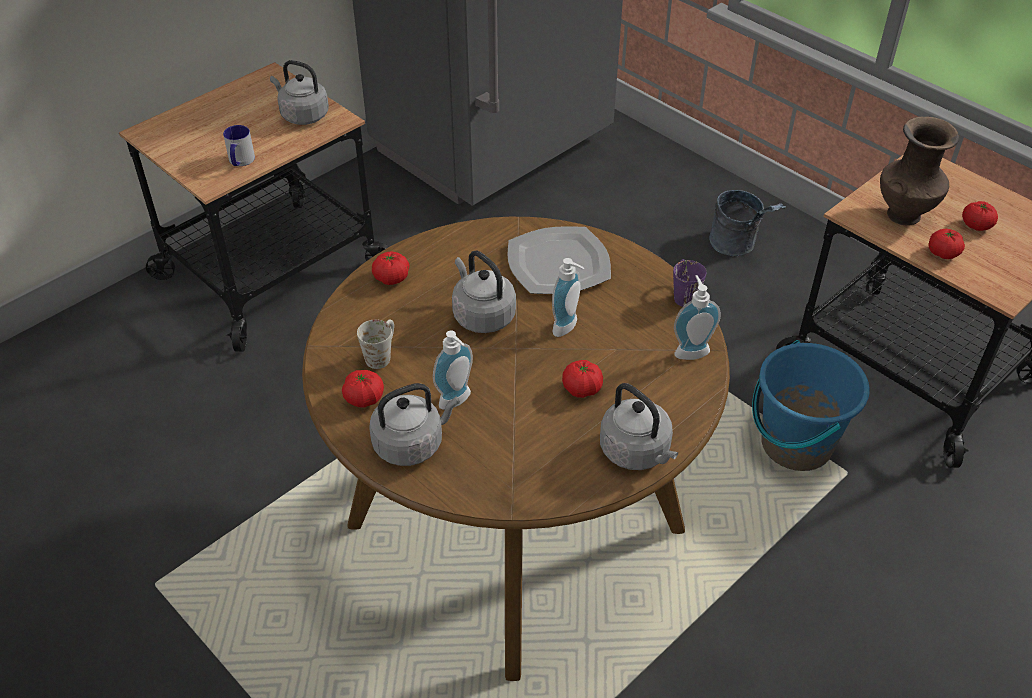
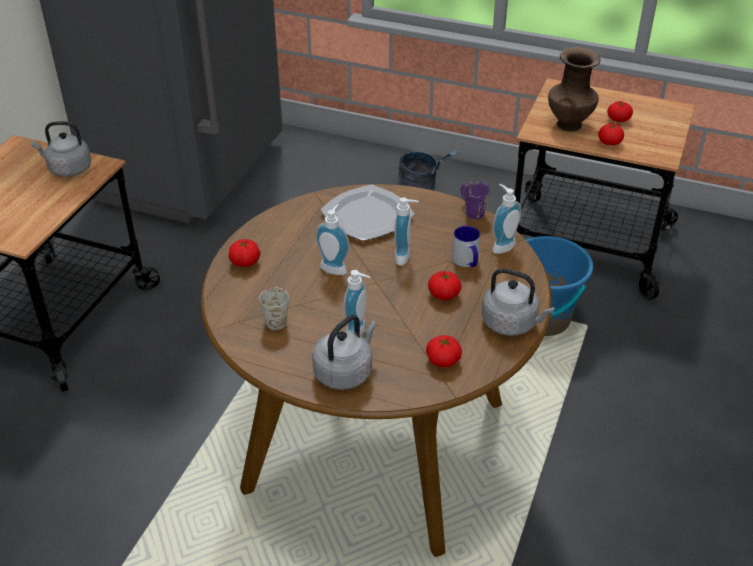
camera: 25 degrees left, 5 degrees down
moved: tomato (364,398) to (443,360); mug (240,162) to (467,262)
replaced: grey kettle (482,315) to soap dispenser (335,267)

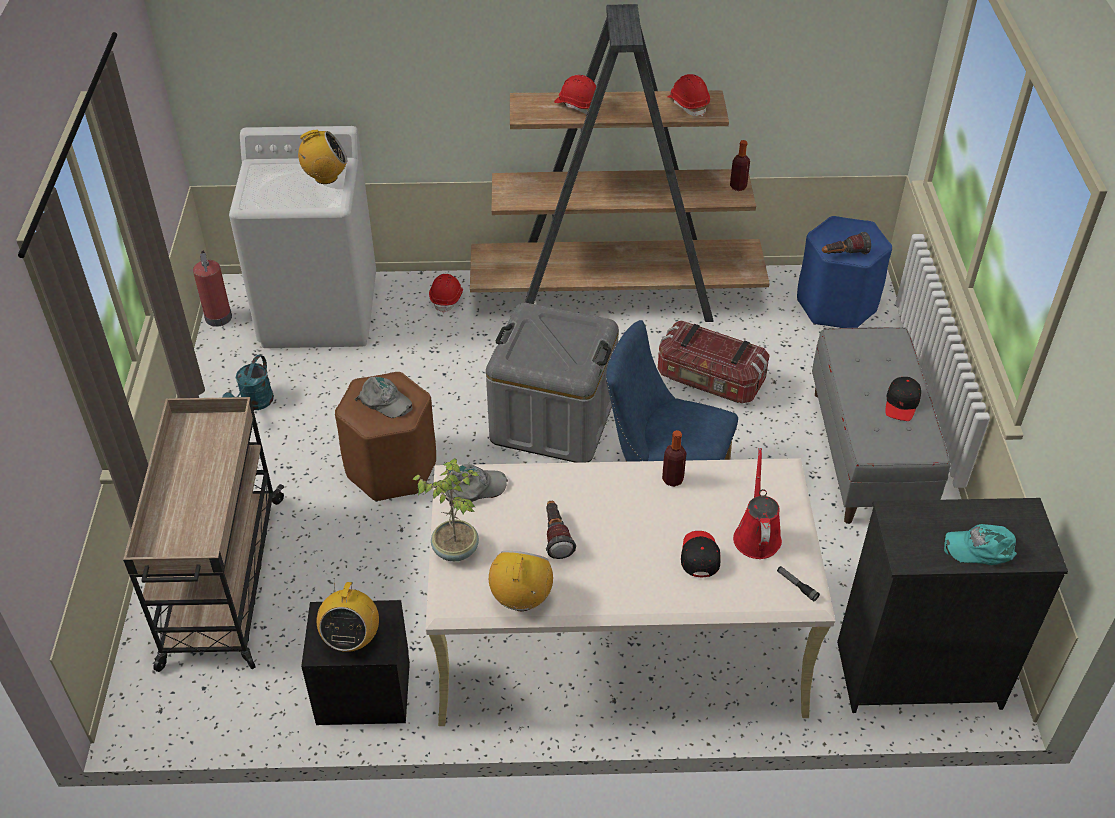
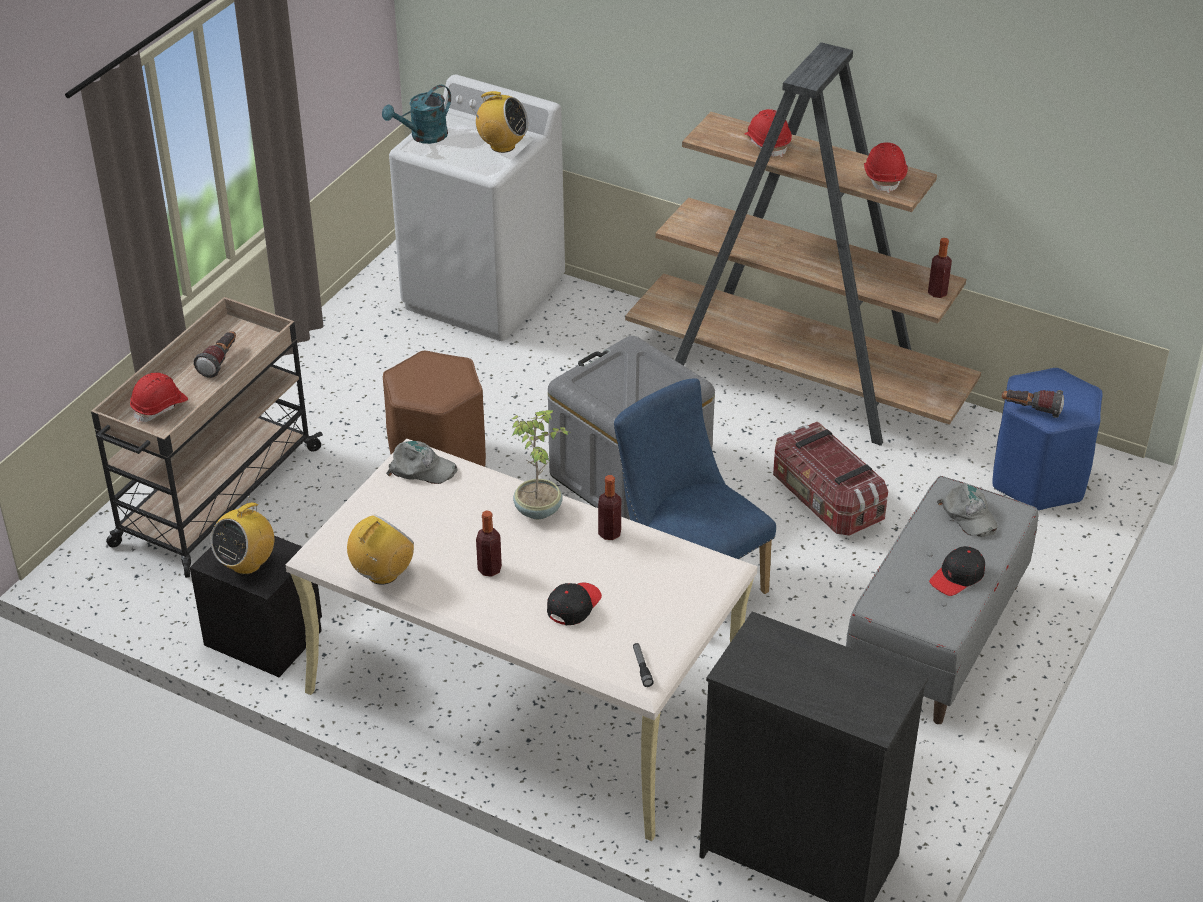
camera: 30 degrees right, 5 degrees down
removed: fire extinguisher (218,316); red watering can (756,535); turquoise cap (980,547)
added: bottle (489,569)
moved: red hard hat (447,298) to (160,407); flashlight (556,536) to (220,362); turquoise watering can (254,403) to (423,137); potted plant (455,549) to (539,509); grey cap (385,401) to (968,515)

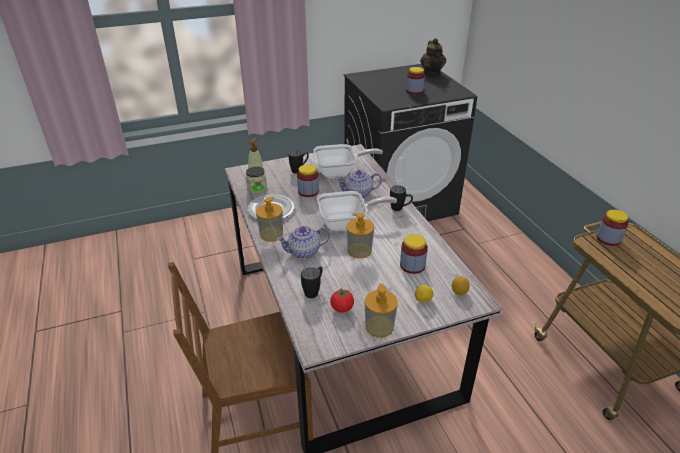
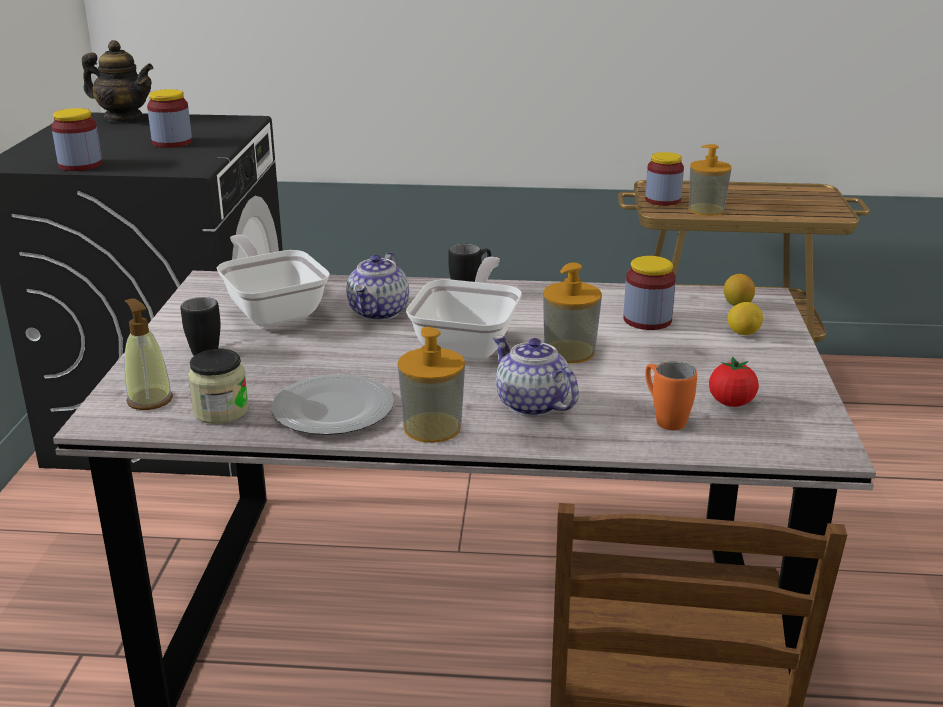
camera: 65 degrees left, 10 degrees down
moved: jar (308,191) to (80,165); soap dispenser (379,327) to (706,209)
recoloured: black mug (314,291) to orange mug (664,419)
turned: frying pan (340,171) = (273,310) 45 degrees counterclockwise; teapot (304,252) = (531,404) 135 degrees clockwise

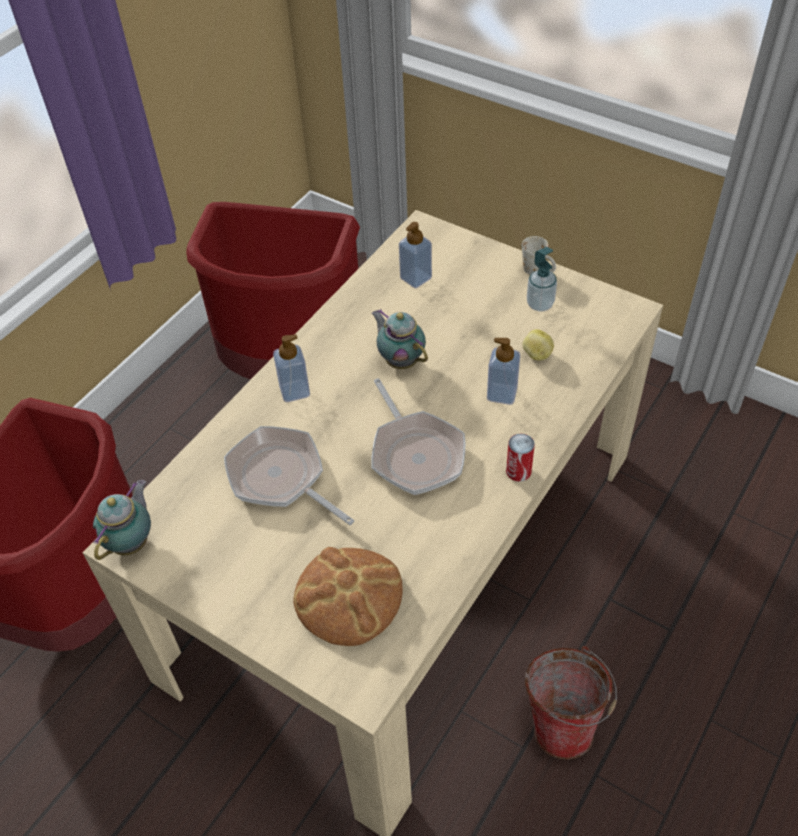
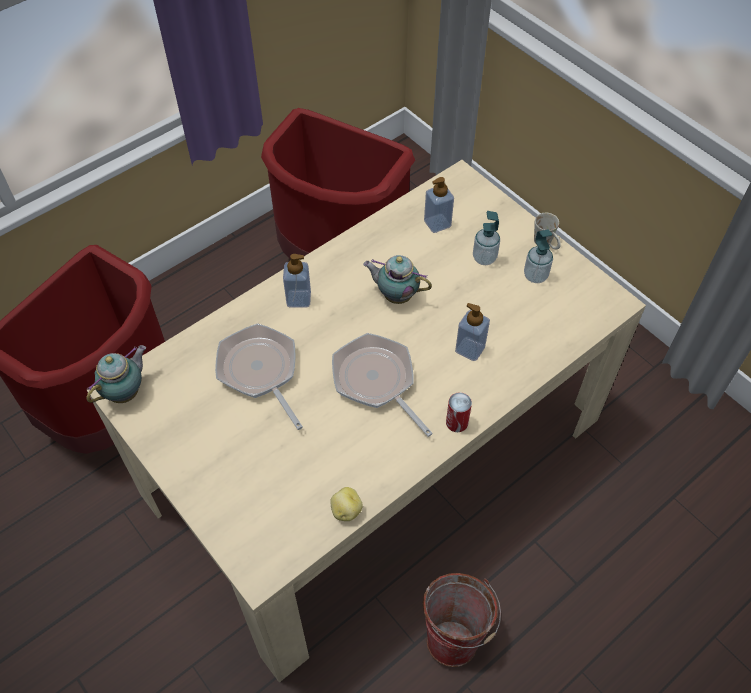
camera: 15 degrees right, 5 degrees up
removed: bread (348,597)
added: soap dispenser (484,258)
moved: potato (536,354) to (346,510)
turned: frying pan (415,453) = (377,381) 150 degrees clockwise; teapot (400,360) = (396,295) 45 degrees counterclockwise

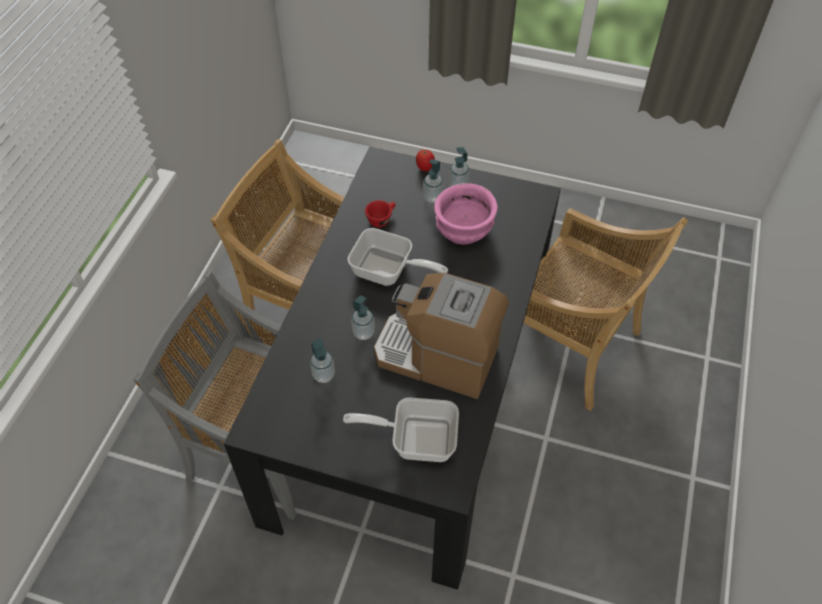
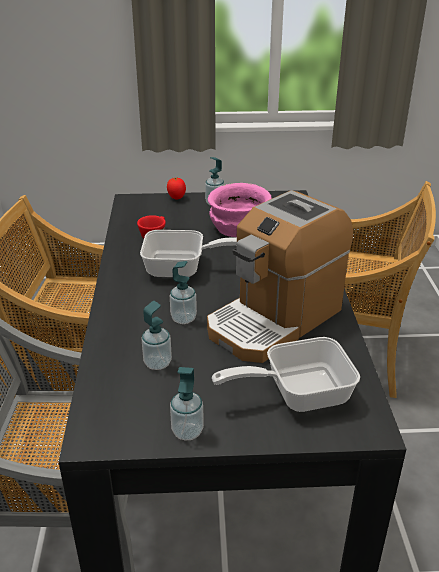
camera: 20 degrees left, 20 degrees down
moved: soap dispenser (432,197) to (187,431)
turned: coffee machine (437,356) = (274,319) 45 degrees counterclockwise

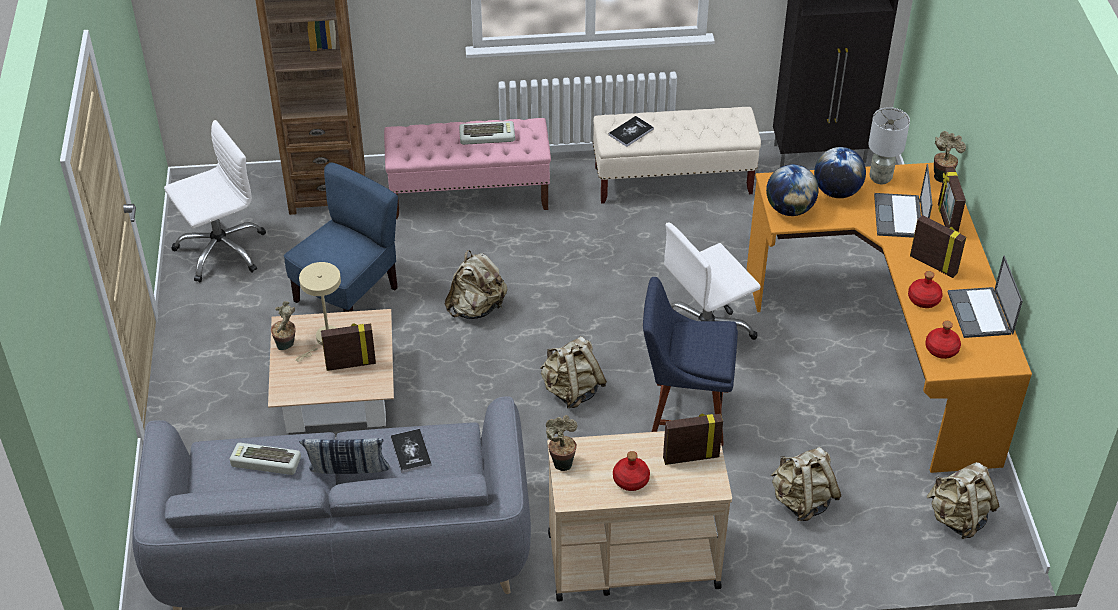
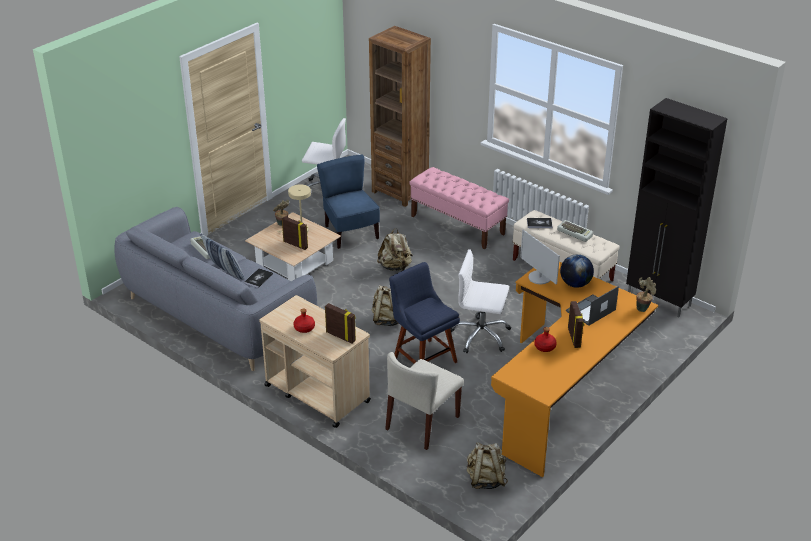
camera: 45 degrees right, 10 degrees down
removed: potted plant (561,462); grey table lamp (880,178); red bottle (941,349); picture frame (946,221); laptop (980,314)
moved: keyboard (487,136) to (575,233)
replaced: beige backpack (802,501) to beige chair (422,423); globe (789,209) to monitor (539,278)
turned: blue chair (348,296) = (350,233) 105 degrees counterclockwise

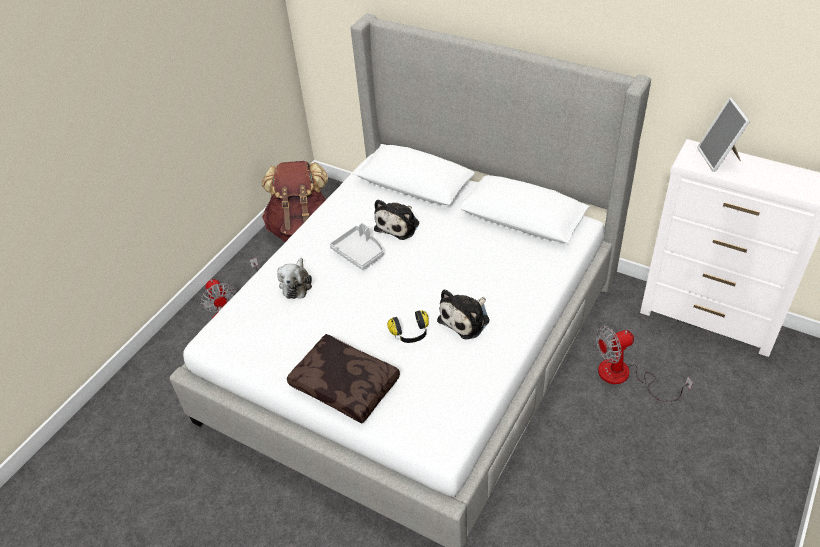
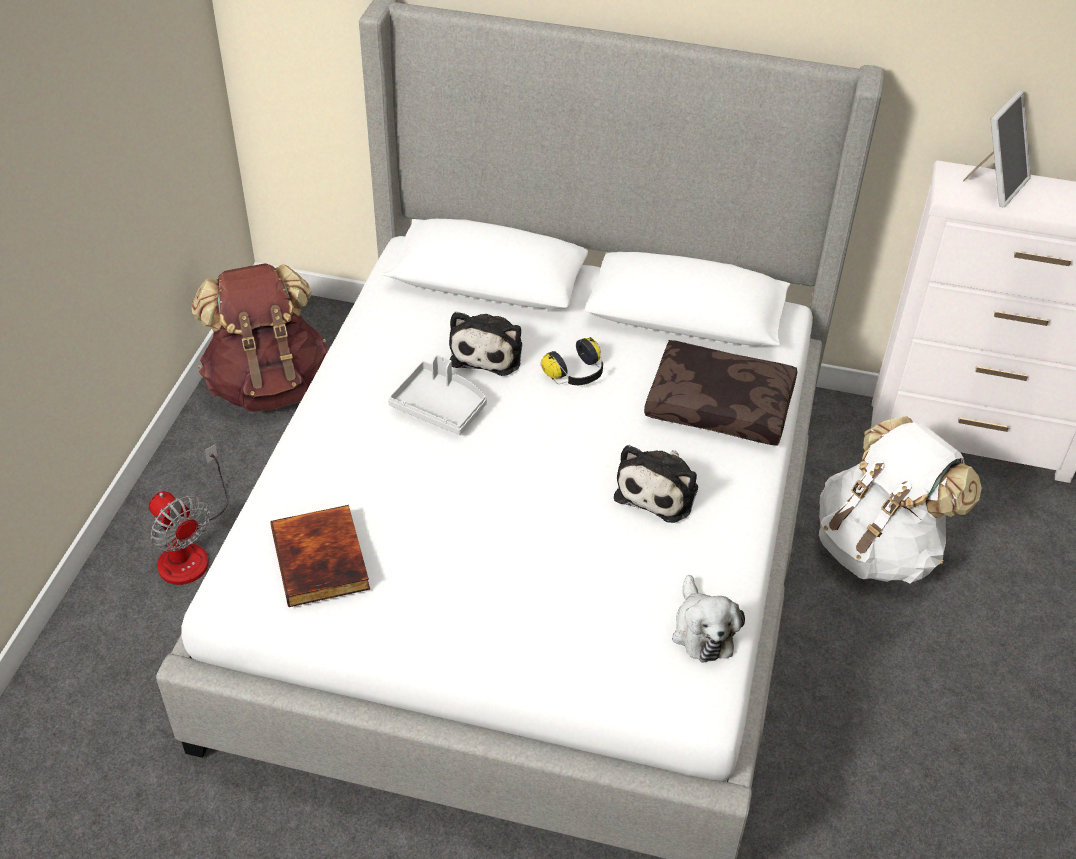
camera: 20 degrees left, 0 degrees up
added: book (323,560)
moved: headphones (411,333) to (576,374); brown pillow (346,384) to (721,404); plush toy (296,284) to (702,630)
replaced: fan (625,376) to white backpack (878,547)
turned: picture frame (719,158) = (995,185) 120 degrees counterclockwise

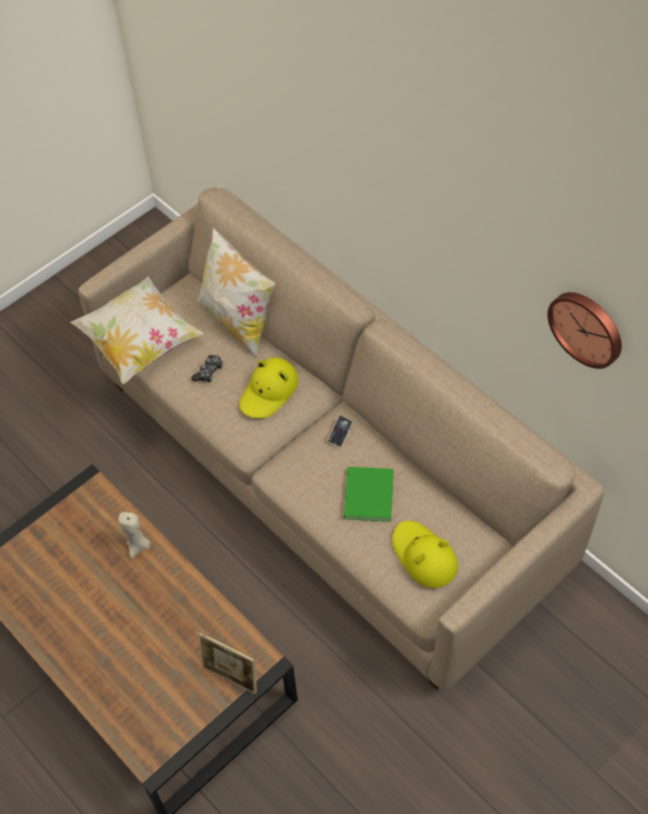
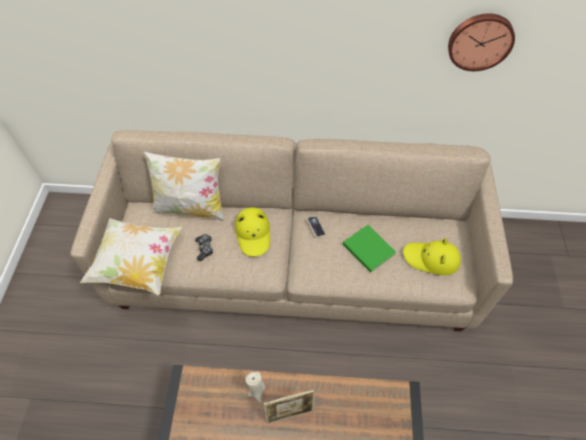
camera: 45 degrees left, 0 degrees up
moved: picture frame (231,677) to (290,414)

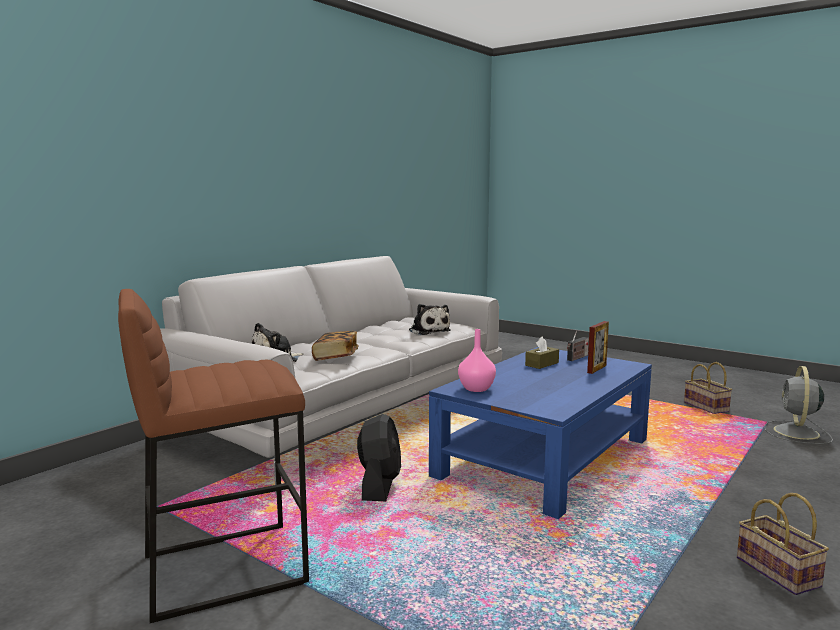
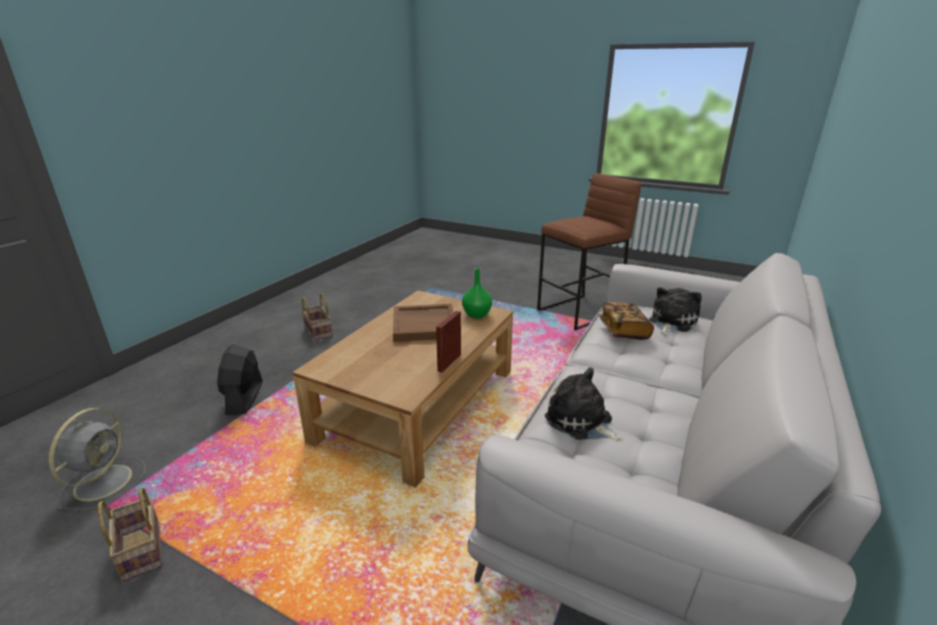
camera: 170 degrees right, 15 degrees up
removed: brown tissue box (542,364); radio (577,358)
added: brown tray (425,325)
moved: black fan (379,485) to (244,398); picture frame (596,369) to (449,362)
recoloured: blue coffee table (545,457) to brown coffee table (418,404); pink vase (477,389) to green vase (476,315)

